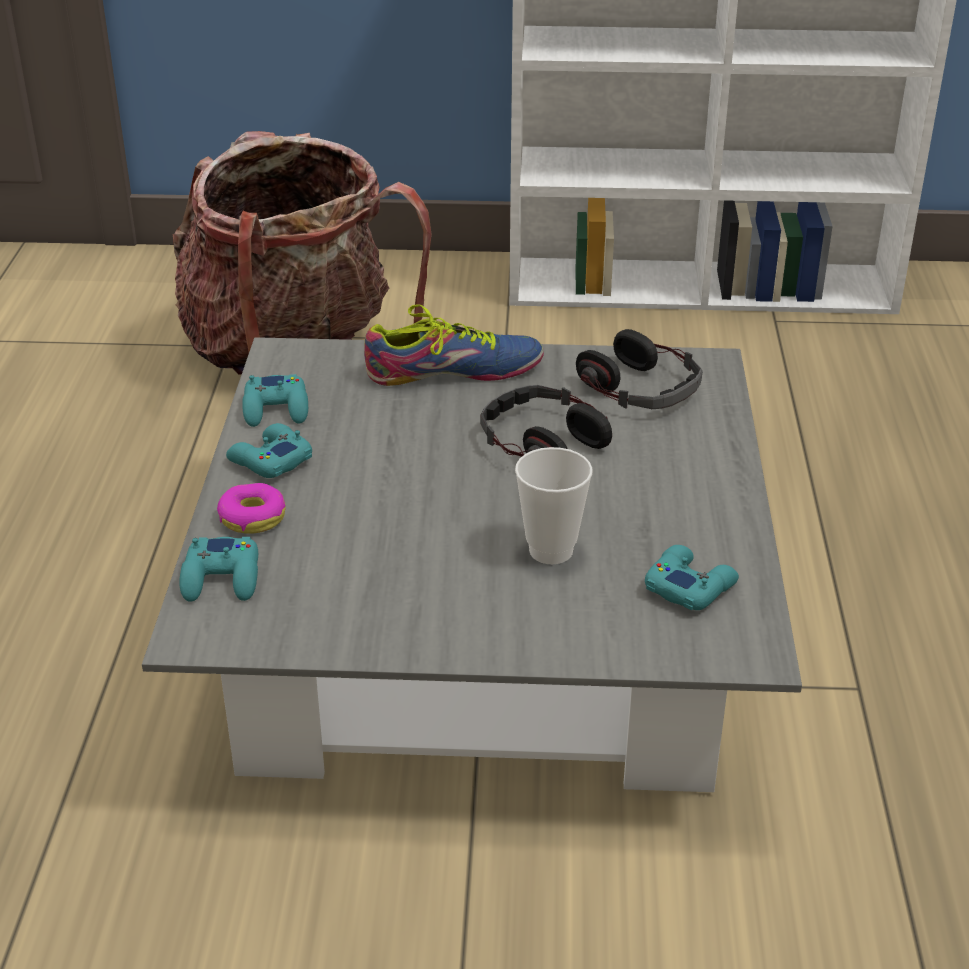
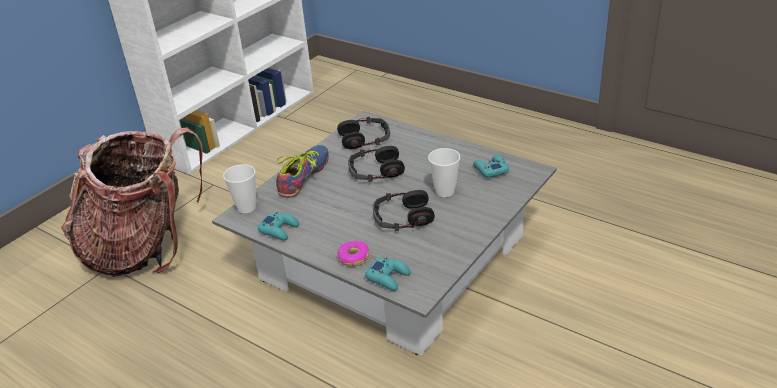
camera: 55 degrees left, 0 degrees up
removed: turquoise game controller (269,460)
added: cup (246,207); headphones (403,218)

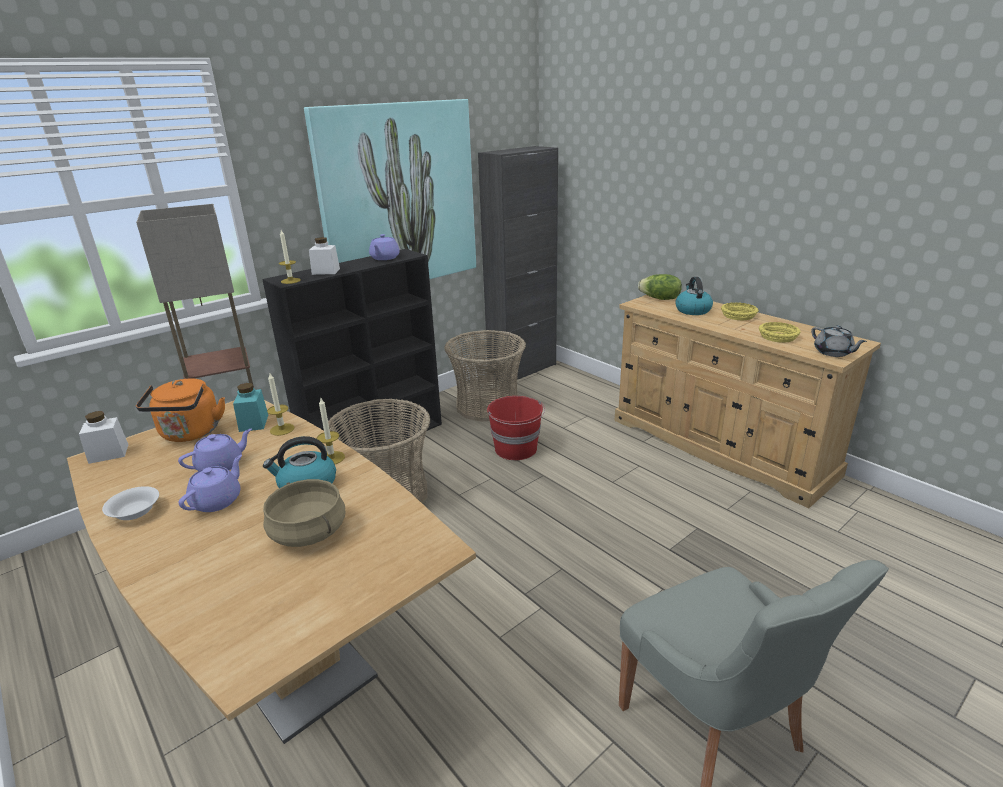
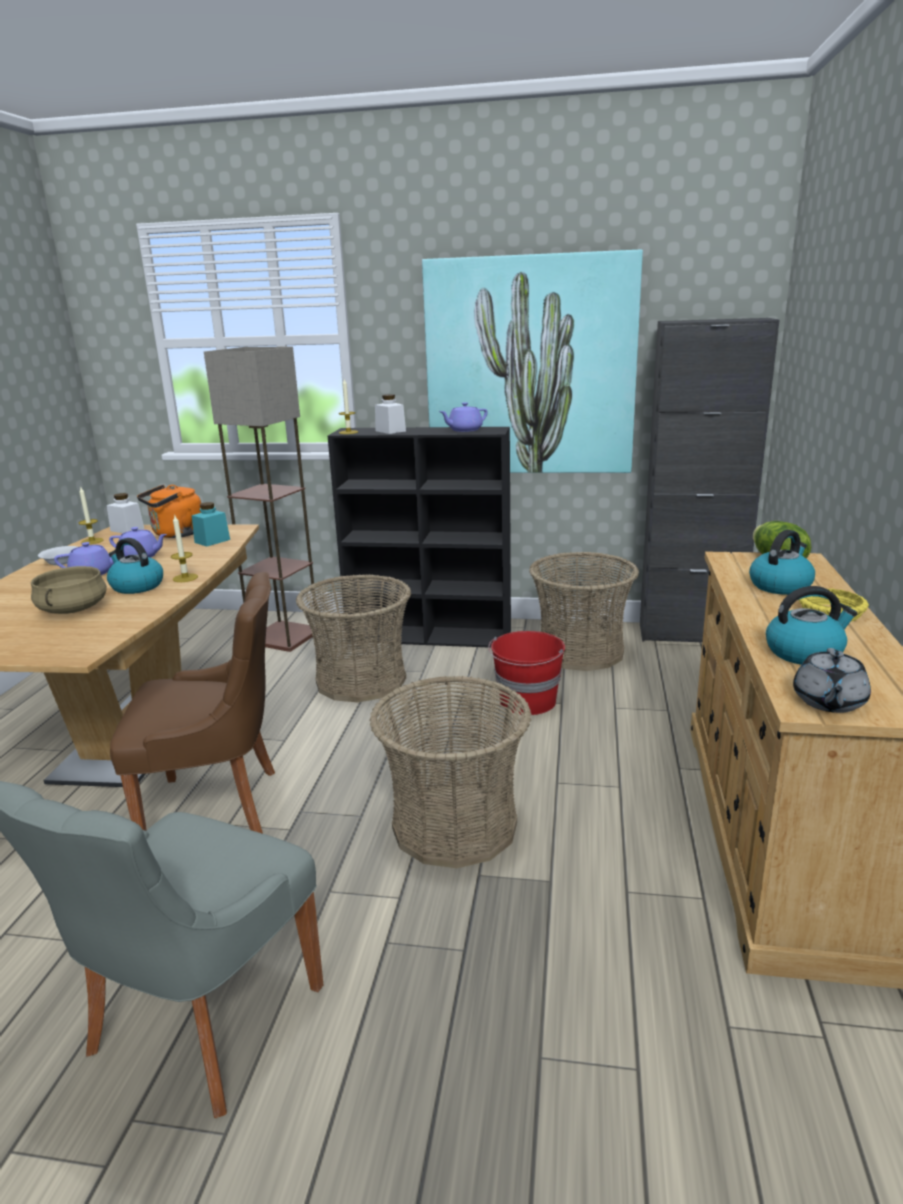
camera: 50 degrees right, 5 degrees down
added: brown chair (219,809); basket (454,825)
moved: candle (282,429) to (92,541)
replaced: yellow bowl (777,336) to kettle (804,652)

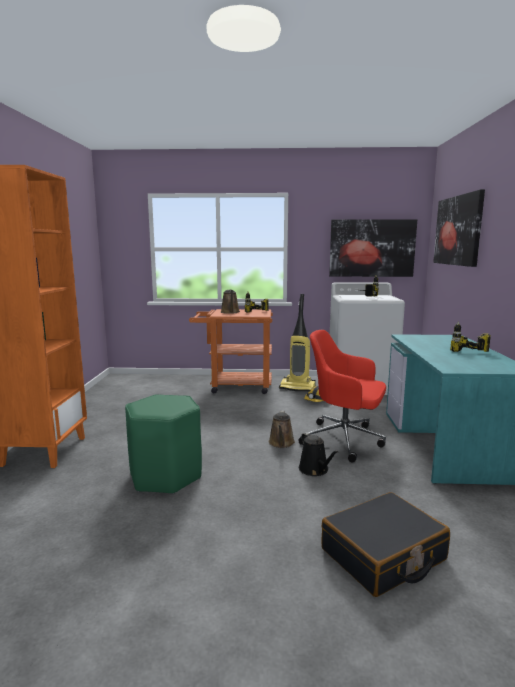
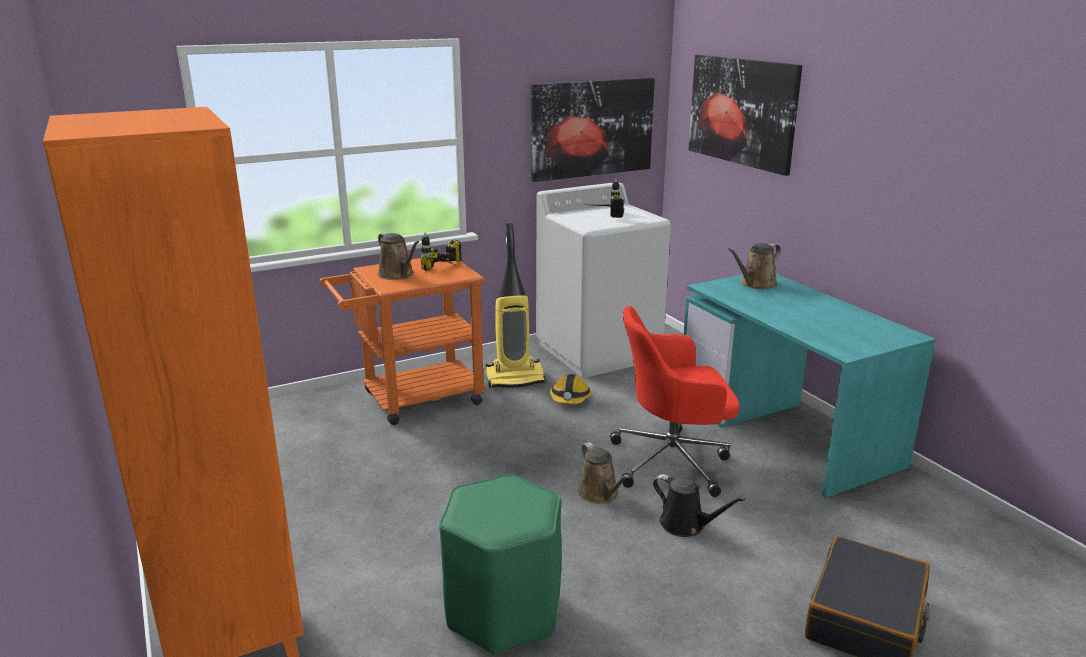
camera: 30 degrees left, 10 degrees up
removed: power drill (470,355)
added: brown watering can (756,284)

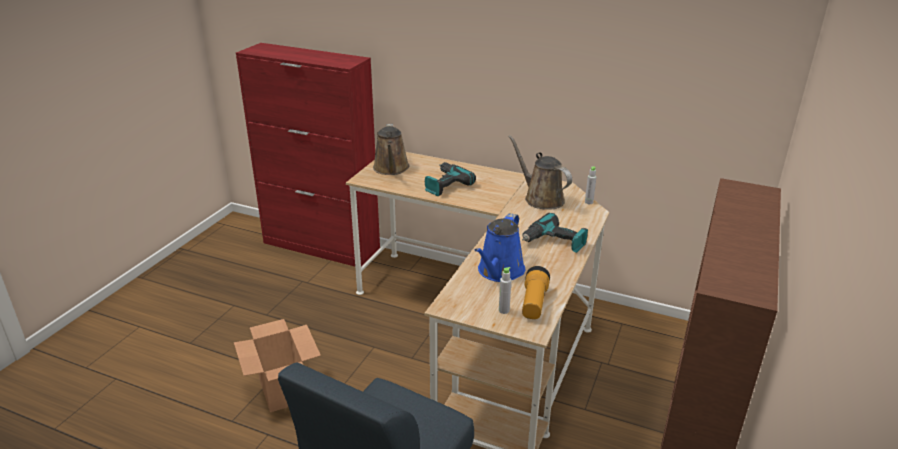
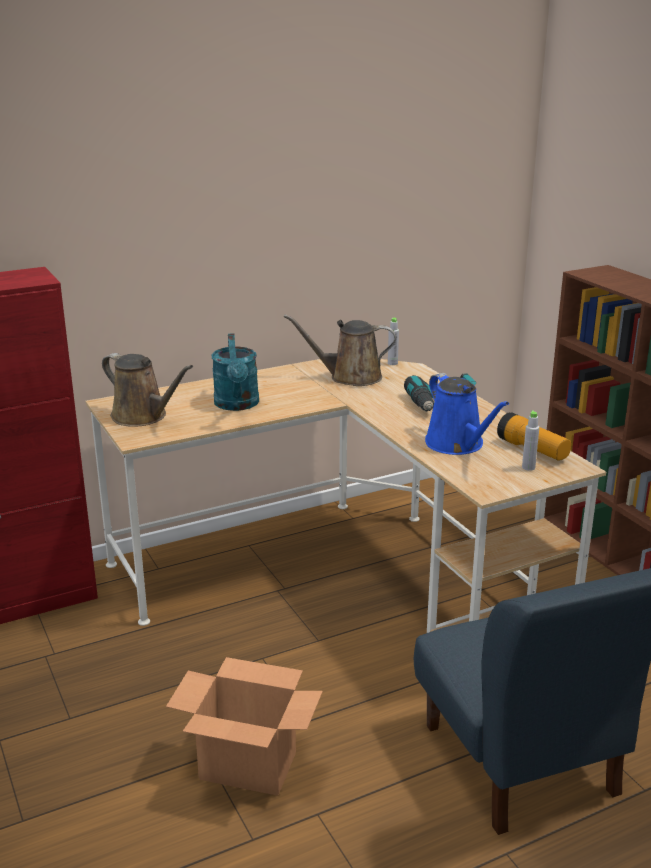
camera: 50 degrees left, 5 degrees down
replaced: power drill (444,185) to turquoise watering can (237,405)

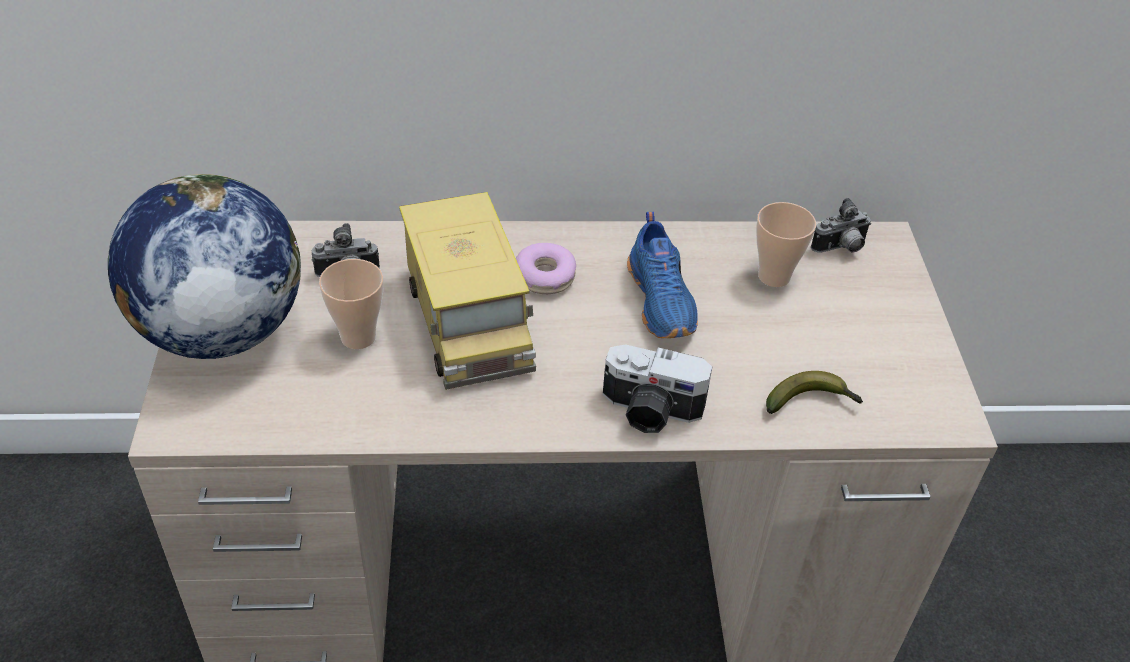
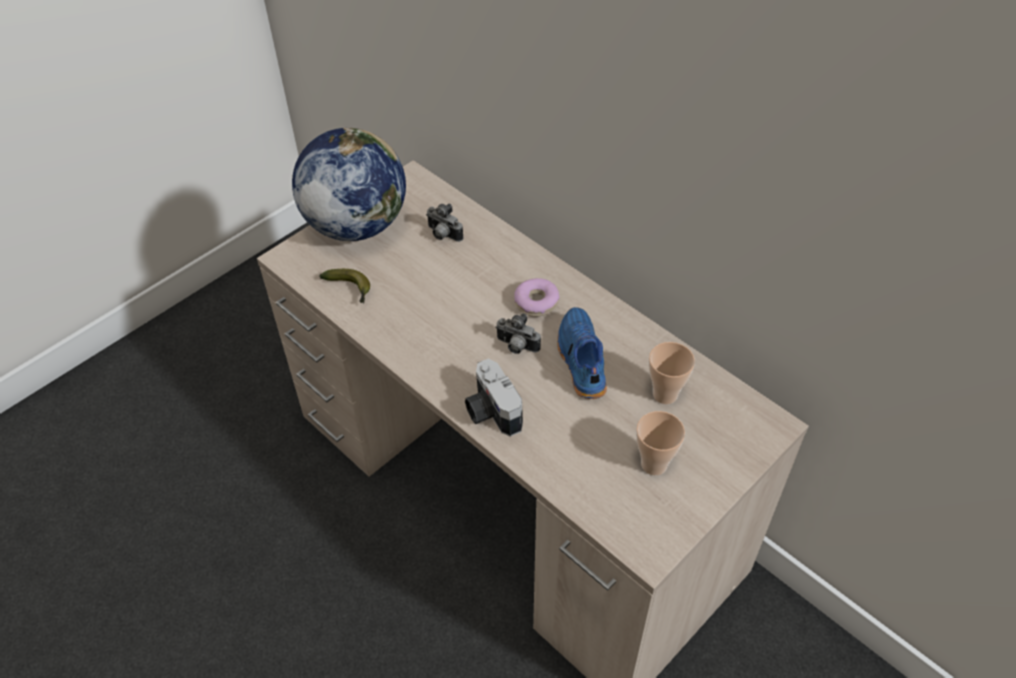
camera: 50 degrees right, 5 degrees up
removed: toy truck (468,320)
moved: banana (811,402) to (350,289); photo camera (841,248) to (516,347); cup (358,337) to (654,464)
turned: blue shoe (662,300) = (580,360) 135 degrees clockwise

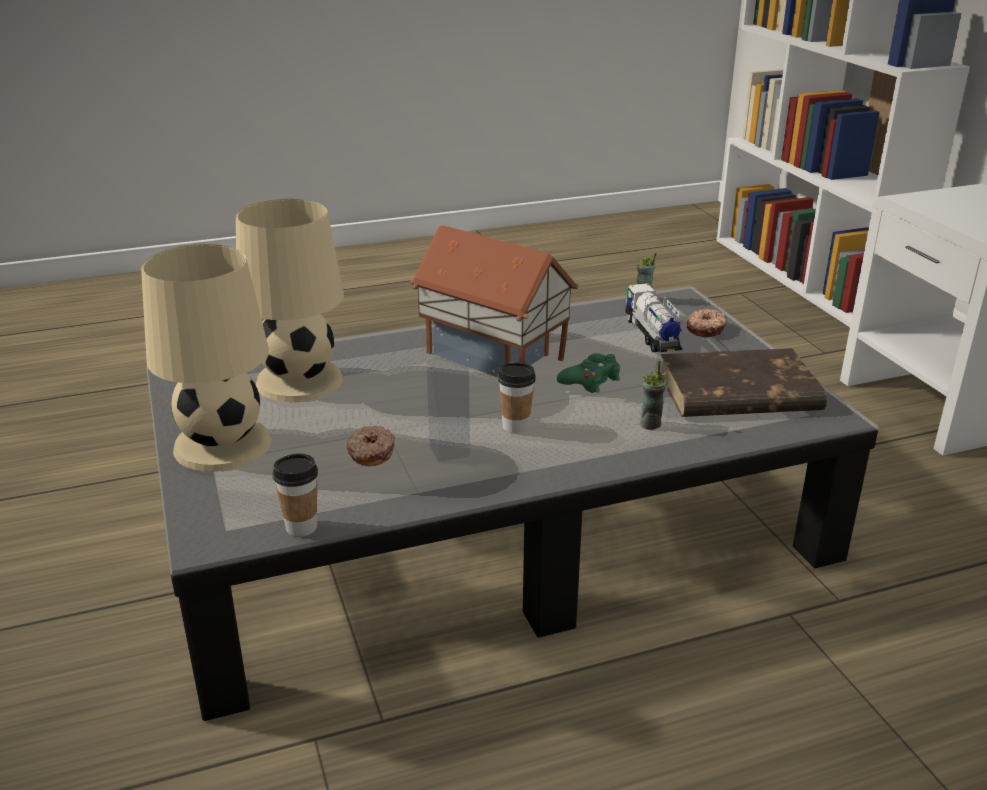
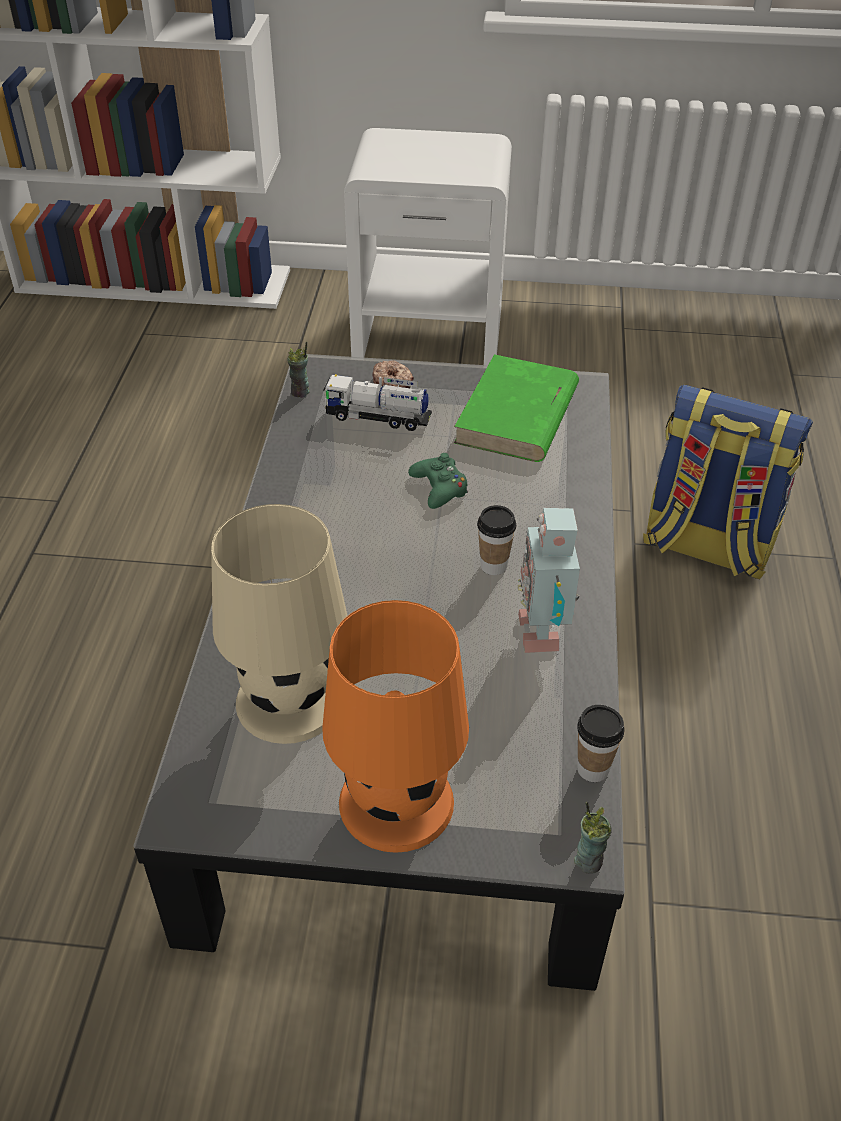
camera: 65 degrees left, 15 degrees up
removed: donut (370,453); toy house (492,359)
added: toy robot (543,631); backpack (706,546)
moved: cup (650,424) to (588,860)
recoloured: beige table lamp (222,445) to orange table lamp (398,801); brown book (737,393) to green book (517,416)

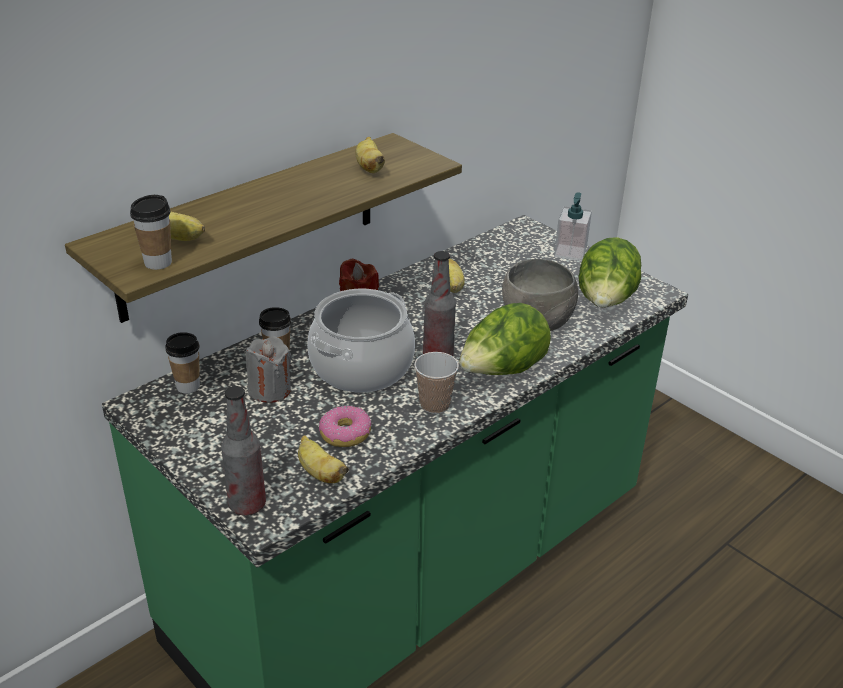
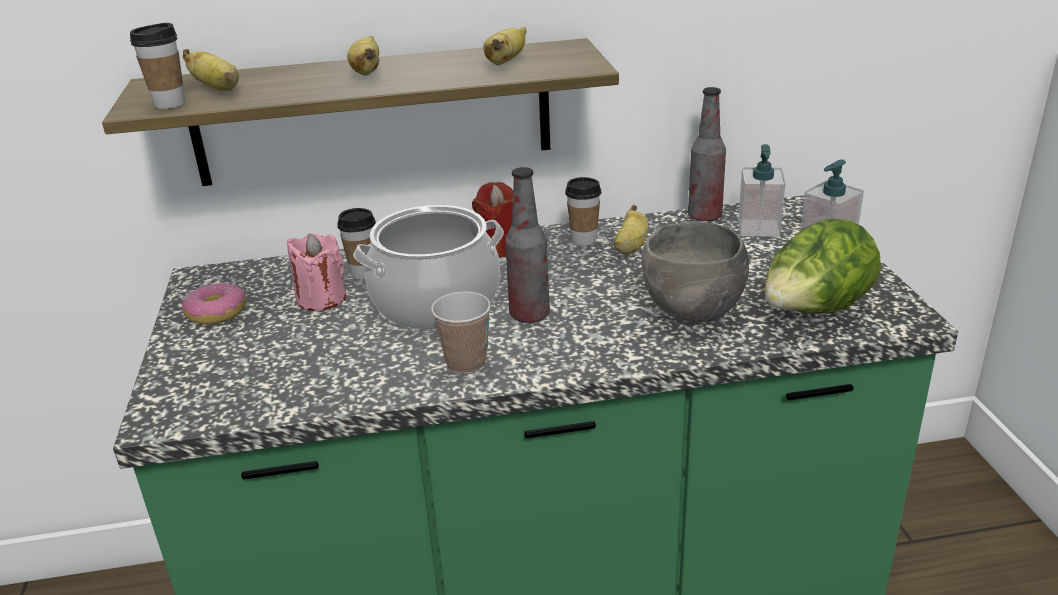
camera: 35 degrees right, 5 degrees down
removed: lettuce (502,372)
added: soap dispenser (758,228)
moved: donut (345,433) to (217,313); banana (320,473) to (367,72); cup (188,386) to (584,240); bottle (247,504) to (704,216)
recoloured: grey candle (270,390) to pink candle (321,298)

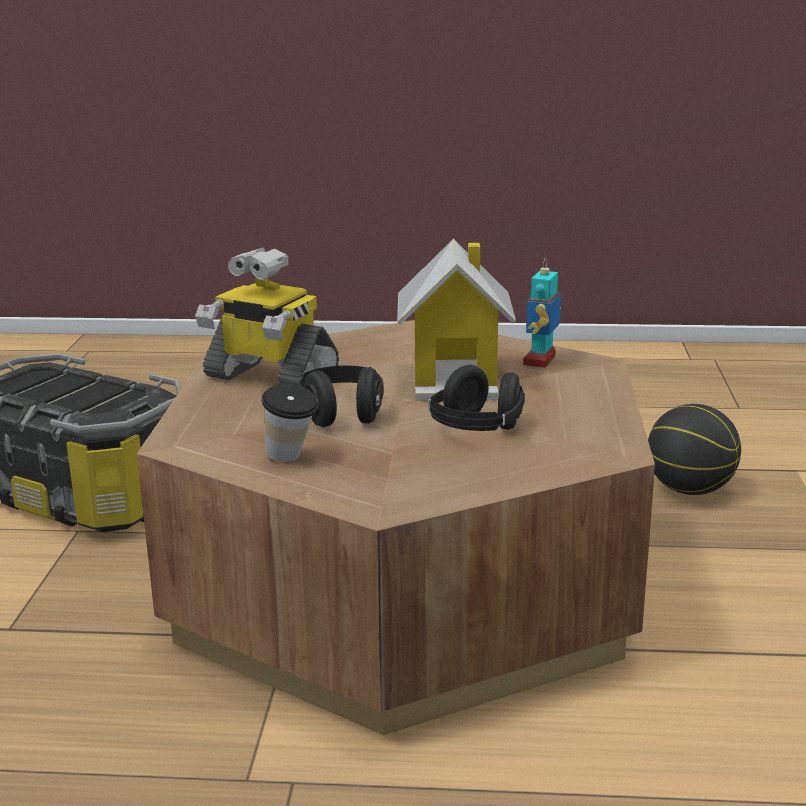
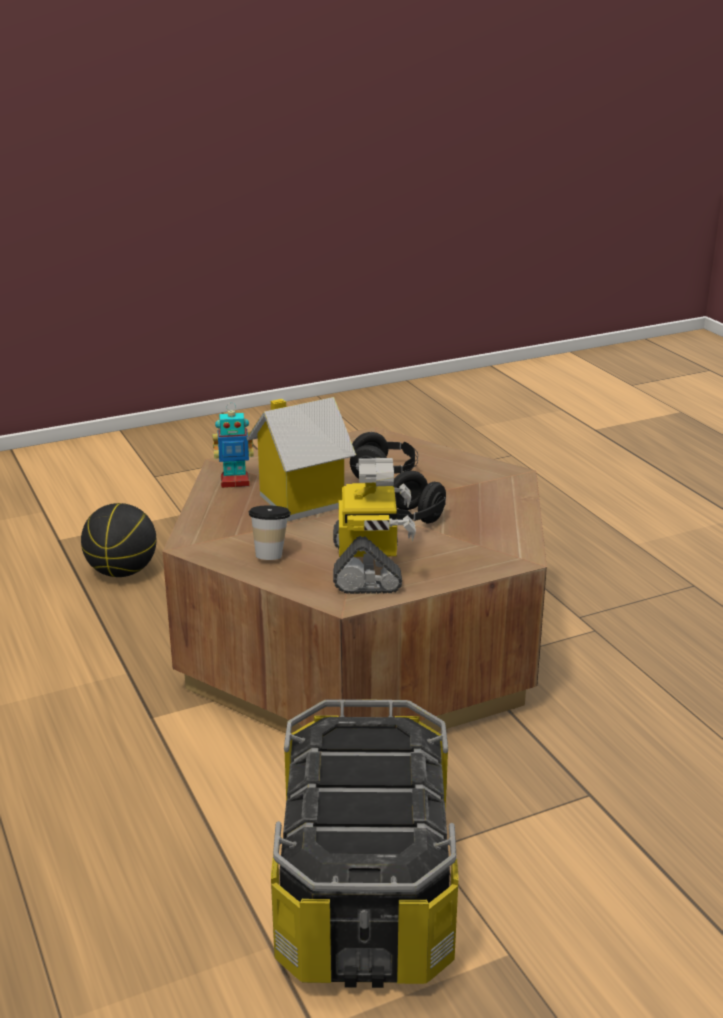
camera: 120 degrees left, 5 degrees up
moved: cup (291,459) to (270,554)

